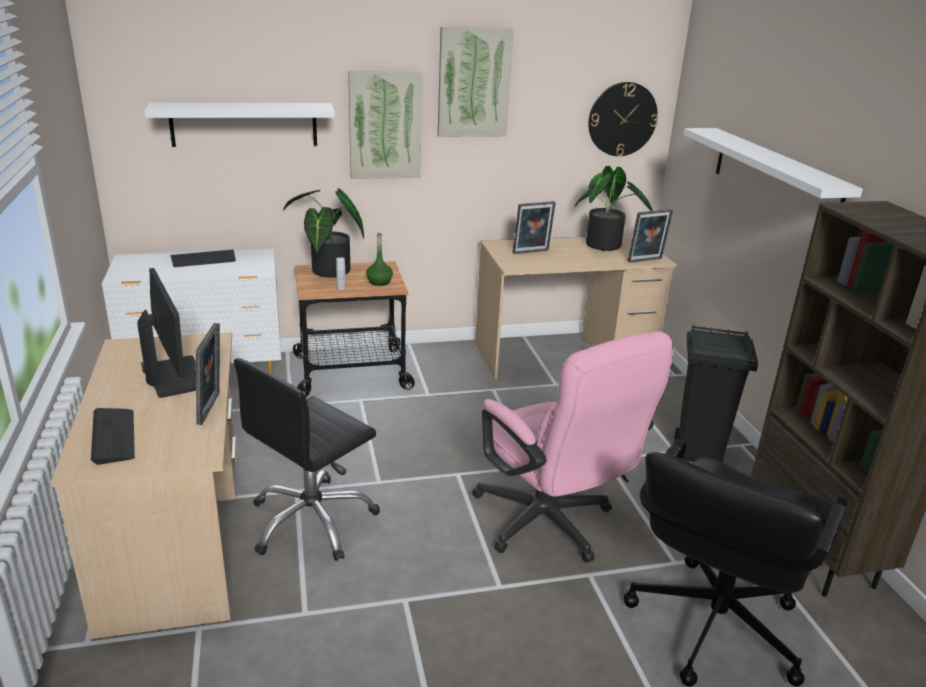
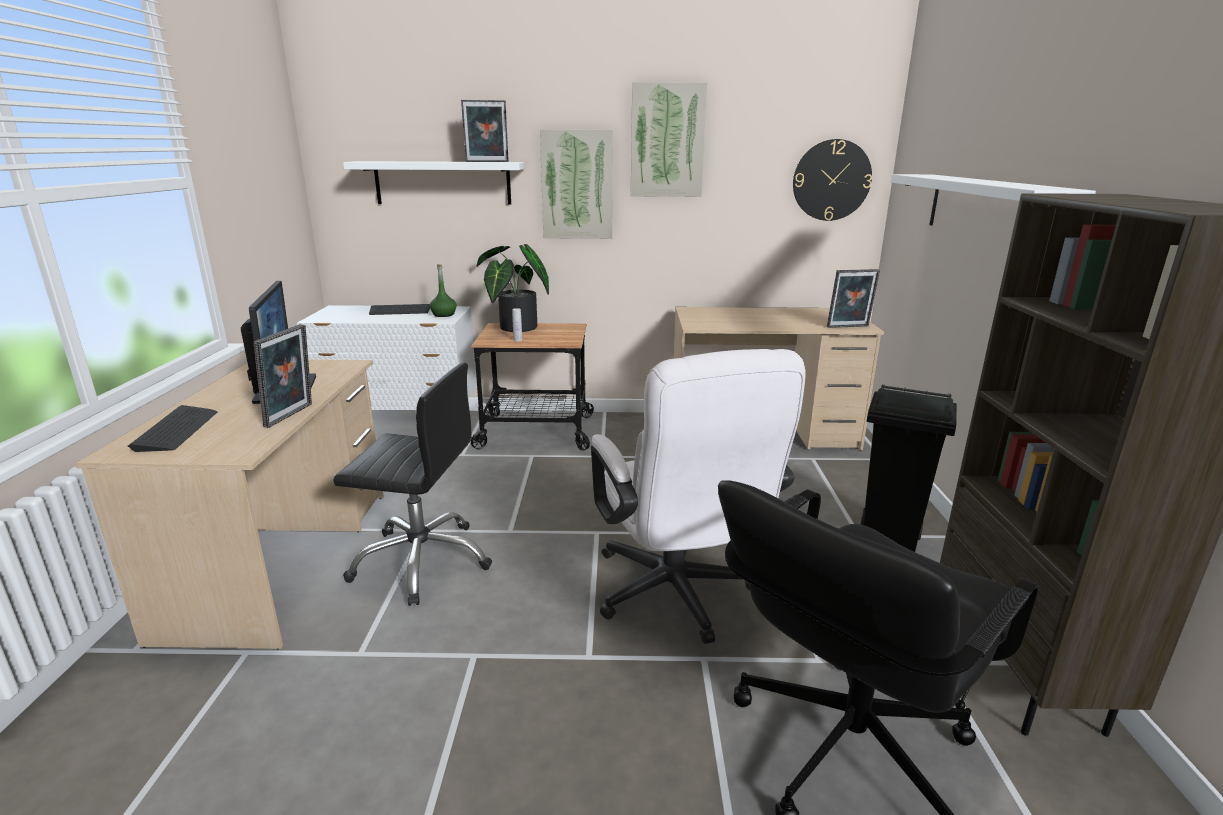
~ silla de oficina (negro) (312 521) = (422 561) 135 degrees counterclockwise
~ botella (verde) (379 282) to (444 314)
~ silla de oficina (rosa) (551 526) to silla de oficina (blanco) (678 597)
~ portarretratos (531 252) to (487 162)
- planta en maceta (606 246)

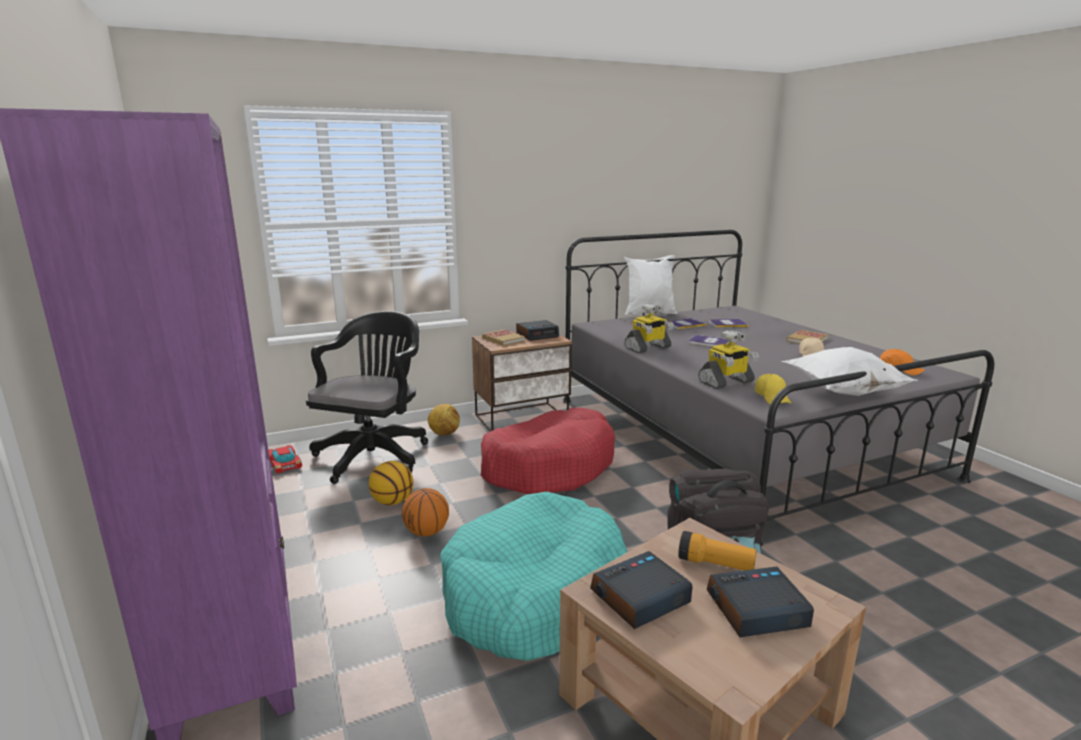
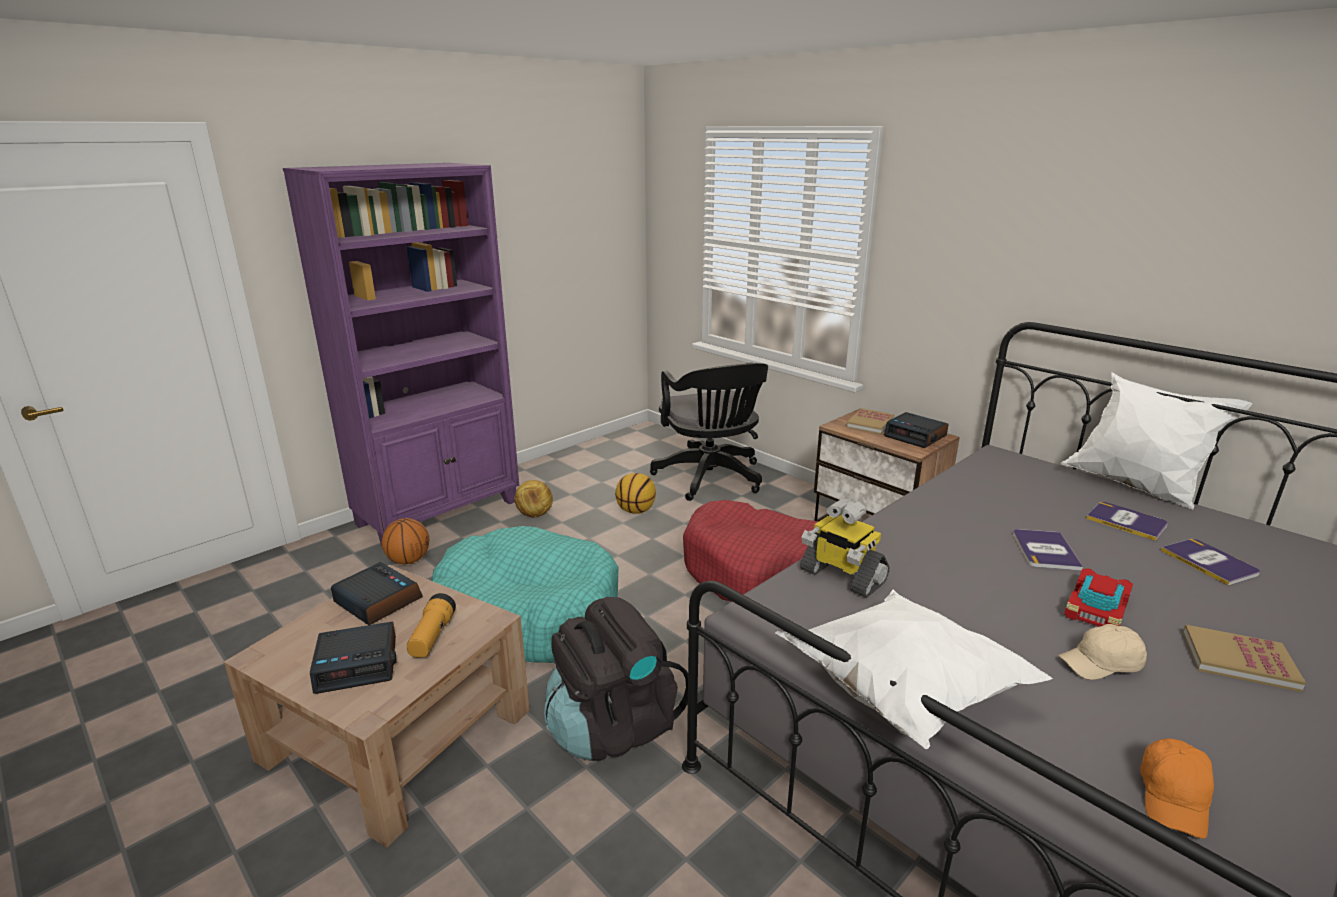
~ coche de juguete (285 463) to (1098 607)
~ silla de oficina (negro) (375 454) = (711 479) 75 degrees clockwise
~ balón de baloncesto (426 532) to (409 560)
~ balón de fútbol (444 434) to (534 515)
- robot de juguete (648 348)
~ despertador (756 610) = (358 664) 105 degrees clockwise
- gorra (amarillo) (772 398)

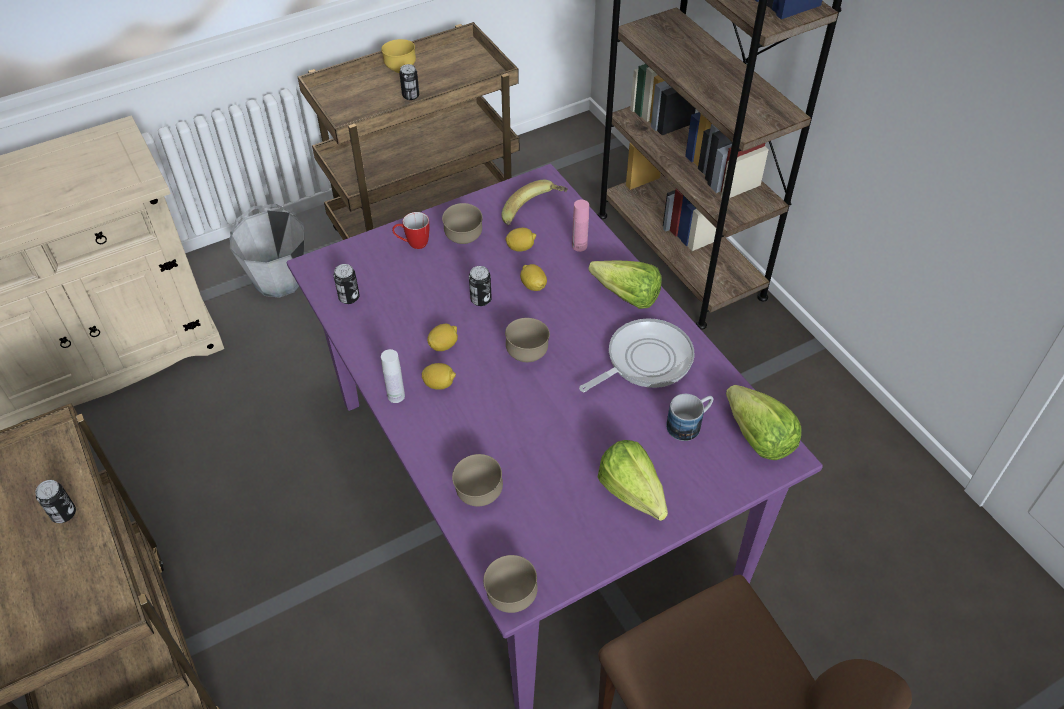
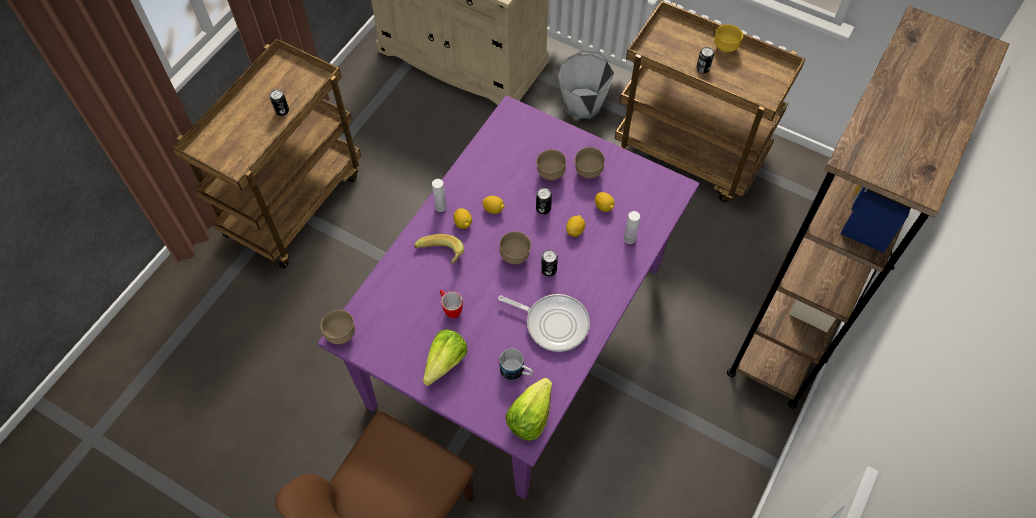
~ lata (349 297) to (548 270)
~ taza grande (413 244) to (450 309)
~ cuenco (marrón) (478 495) to (550 174)
~ plátano (534 214) to (440 258)
~ botella (rosa) (579 246) to botella (blanco) (629 238)
- lechuga (622 293)

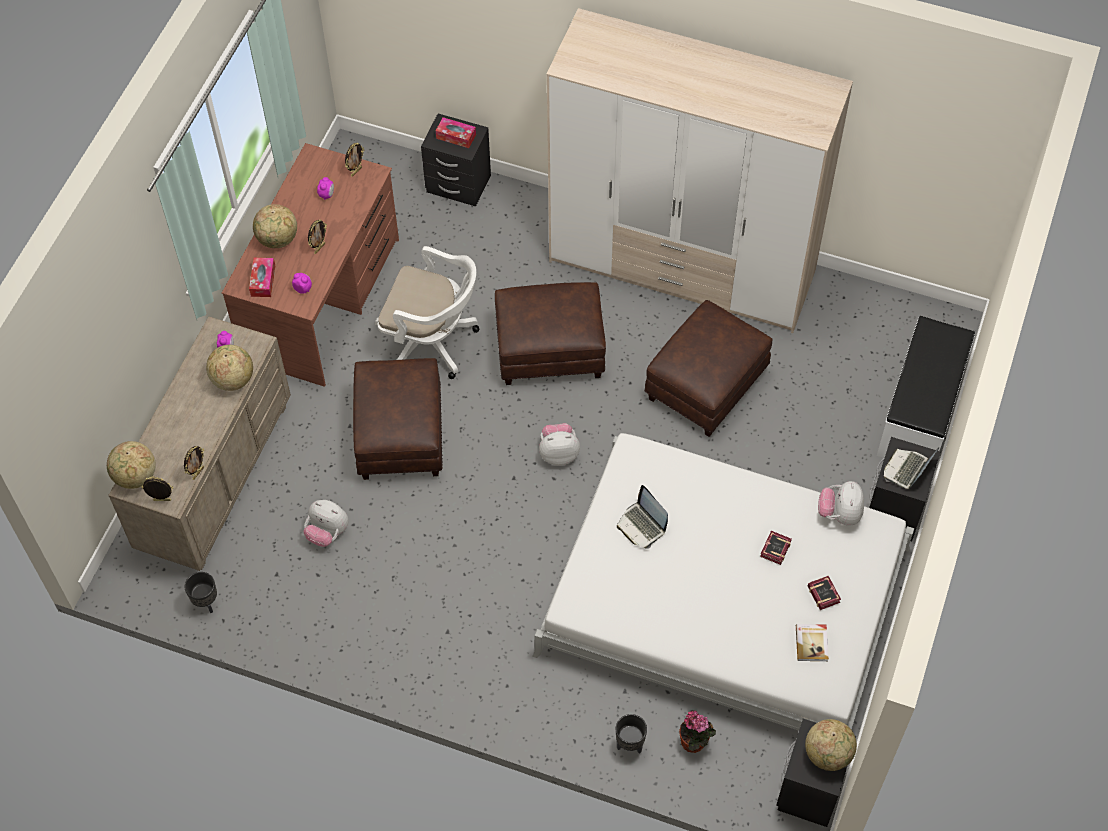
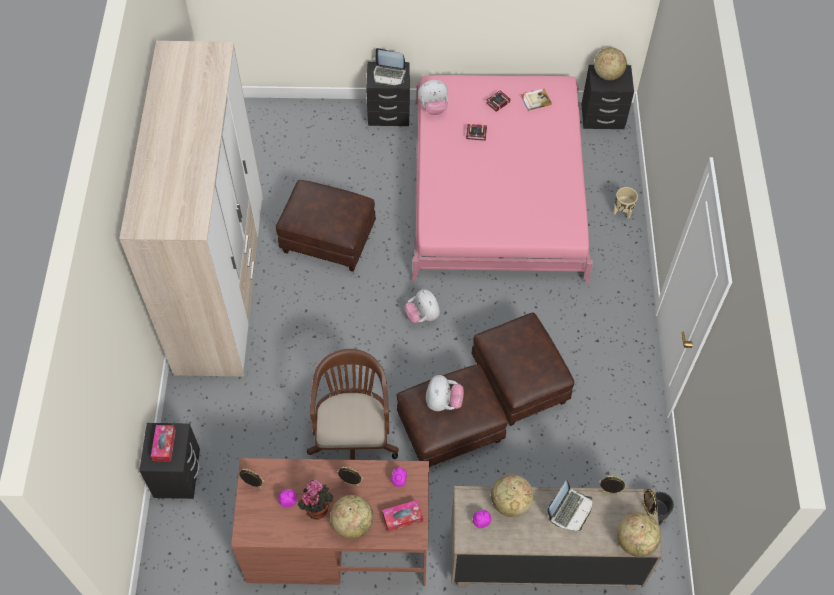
~ peluche (327 532) to (443 402)
~ silla de oficina (blanco) (432 342) to silla de oficina (marrón) (353 437)
~ puf (marrón) (551 350) to (518 381)
~ cama (blanco) (723 601) to cama (rosa) (497 188)
~ maceta (negro) (630 744) to maceta (beis) (622 212)
~ portátil (642 525) to (569 510)
~ planta en maceta (695 742) to (317 507)
- banco (blanco) (921 412)

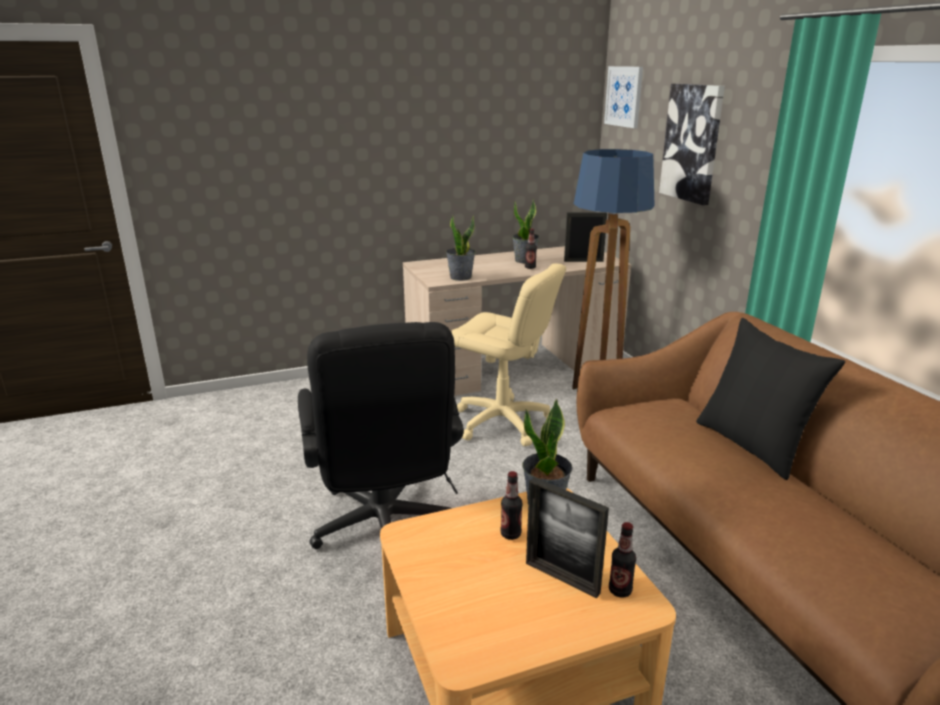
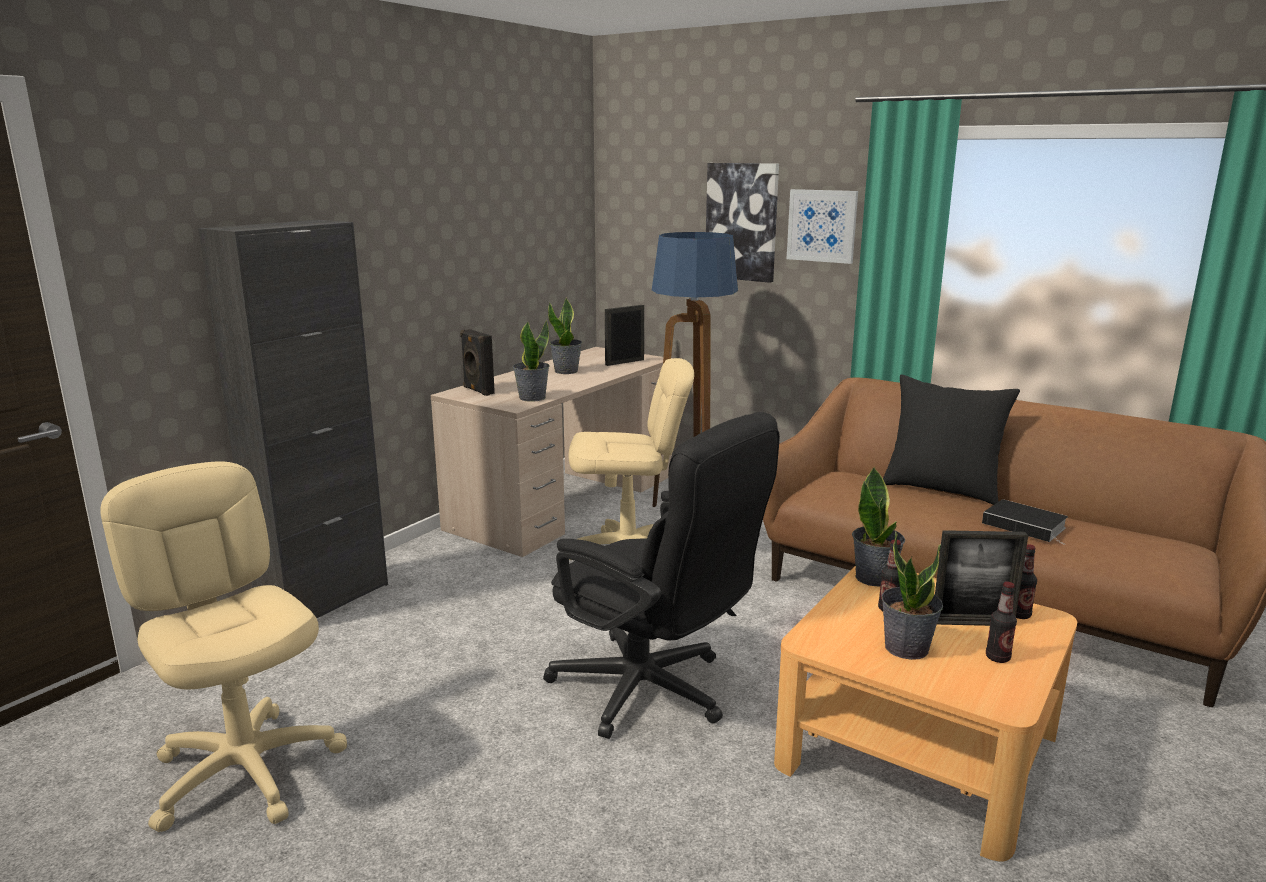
~ botella (530 267) to (997 658)
~ cuadro (624 96) to (822 225)
+ silla de oficina (beis) (246 771)
+ armario (negro) (324 600)
+ altavoz (negro) (477 391)
+ planta en maceta (906 647)
+ libro (1026 526)

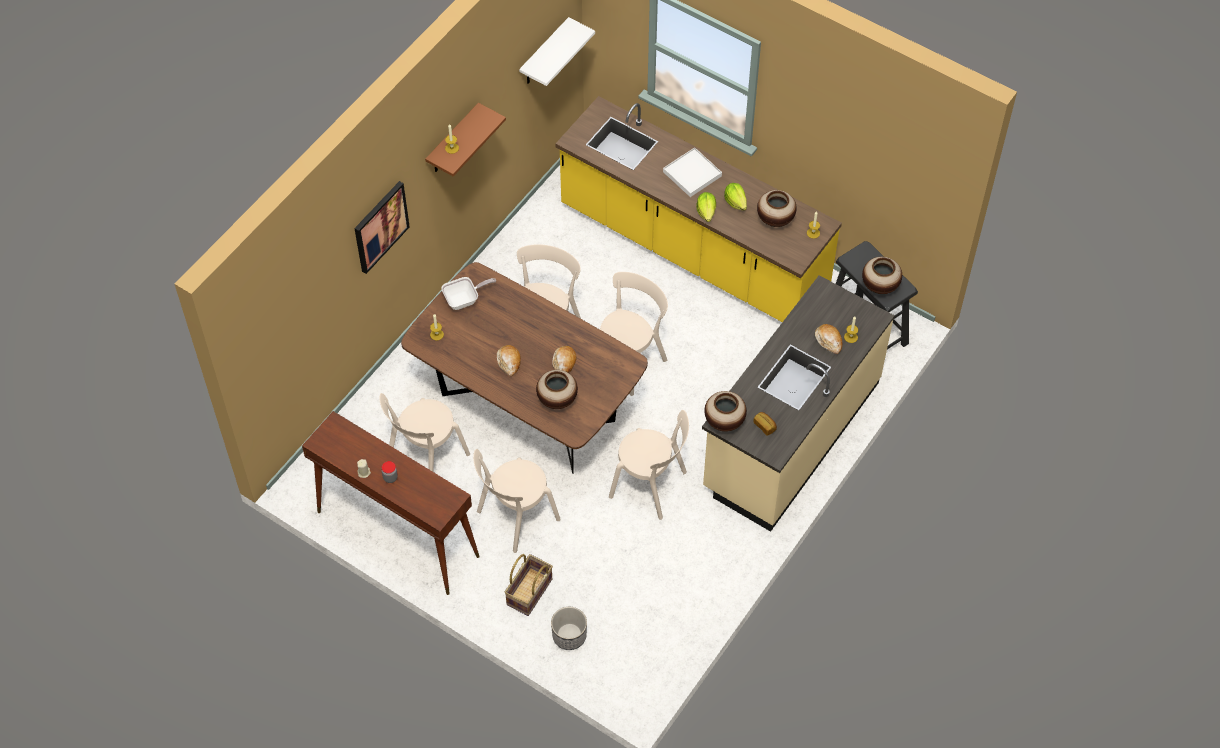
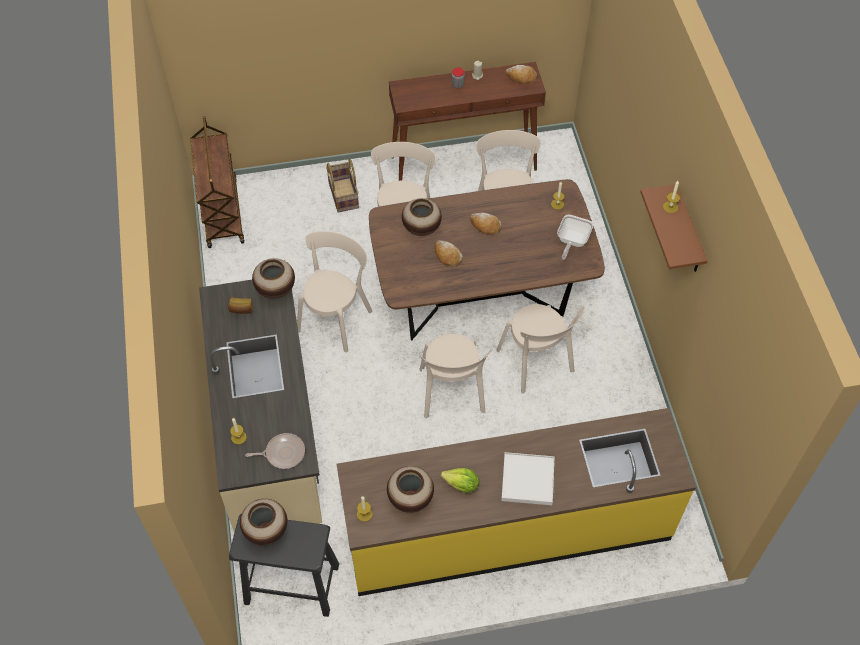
- cuadro (380 226)
- estante (blanco) (544 53)
- maceta (569 636)
~ silla (beis) (651 486) = (336 318) 135 degrees clockwise
- lechuga (706 212)
~ pan (829 341) to (521 77)
+ carrito (marrón) (221 212)
+ sartén (283 453)

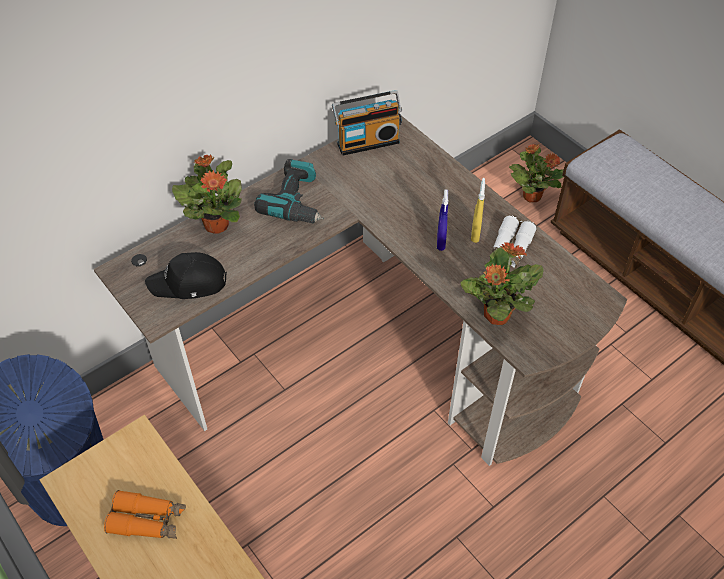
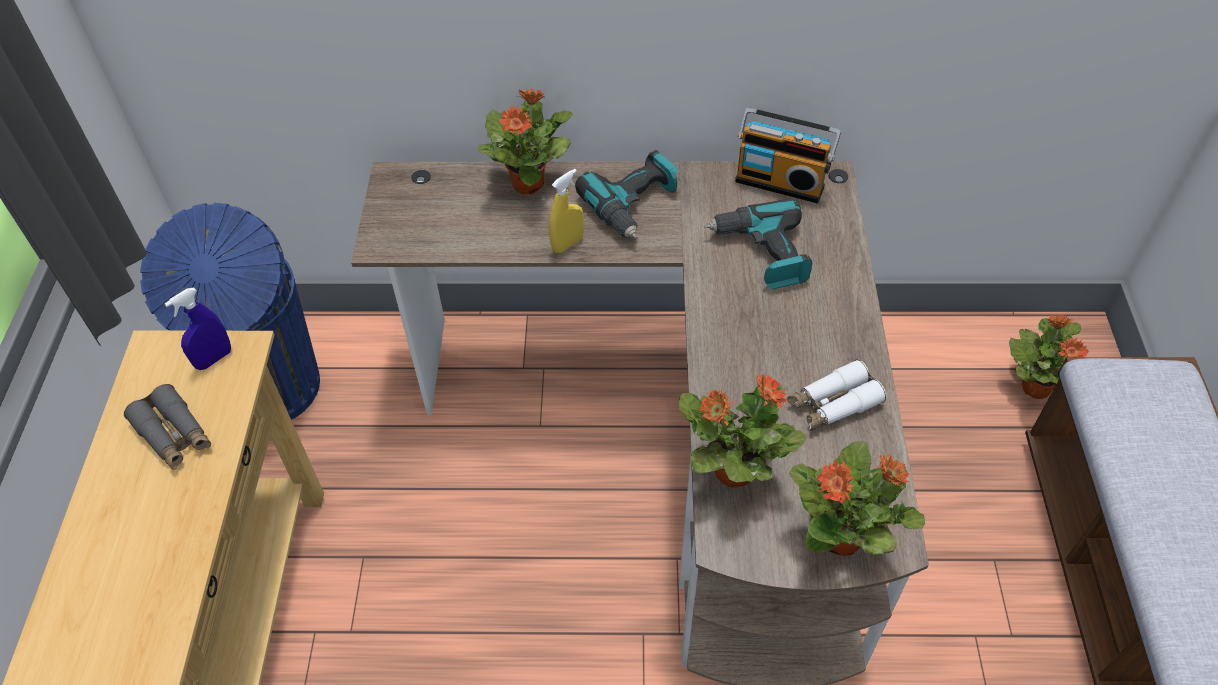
~ prismáticos (naranja) (148 520) to prismáticos (gris) (174 434)
- gorra (negro) (189 283)
~ pulverizador (azul) (441 242) to (214 359)
~ pulverizador (amarillo) (475 234) to (567 244)
+ taladro (762 253)
+ planta en maceta (842 538)

